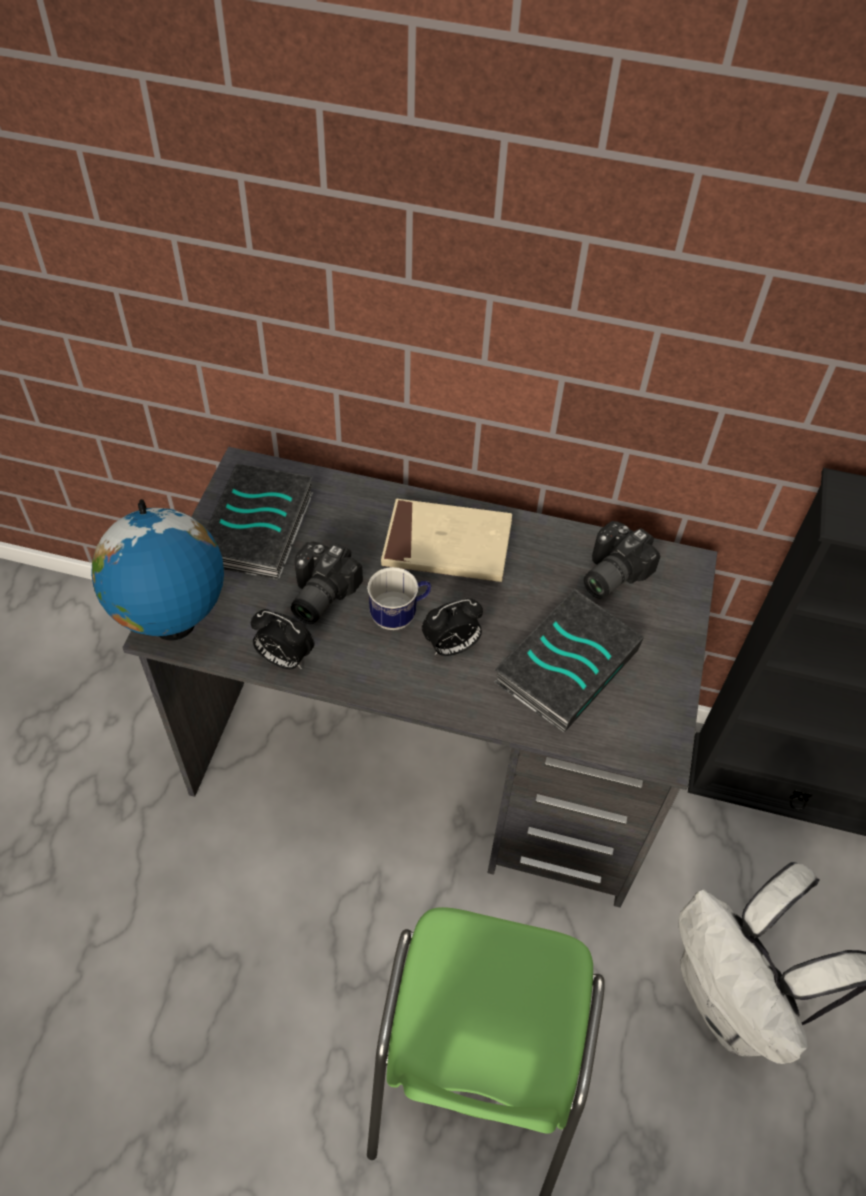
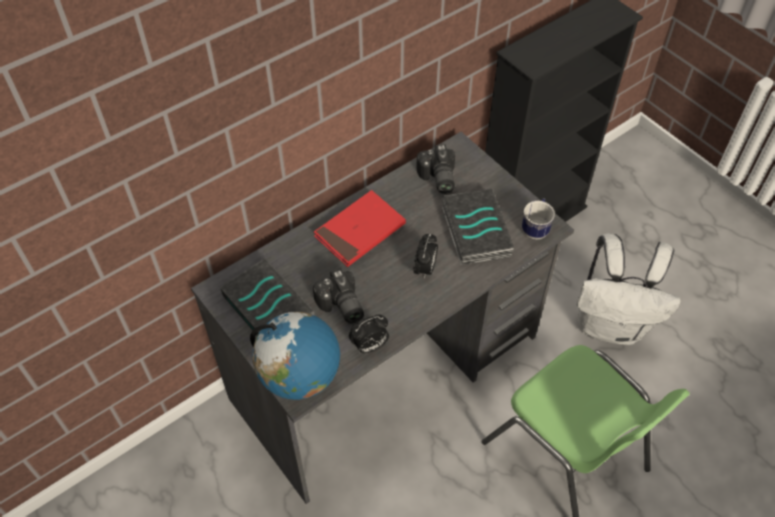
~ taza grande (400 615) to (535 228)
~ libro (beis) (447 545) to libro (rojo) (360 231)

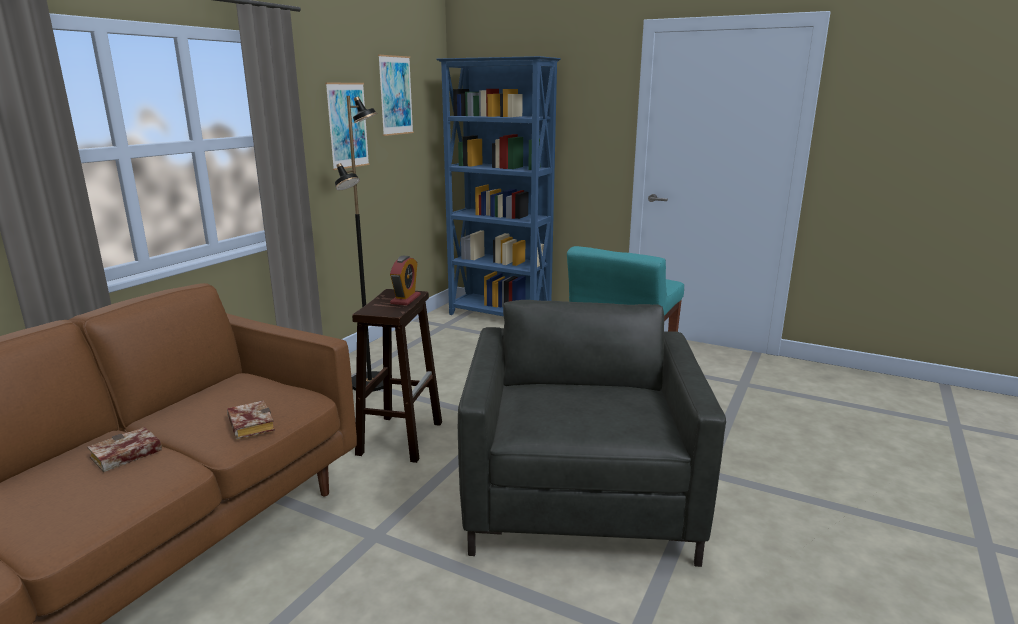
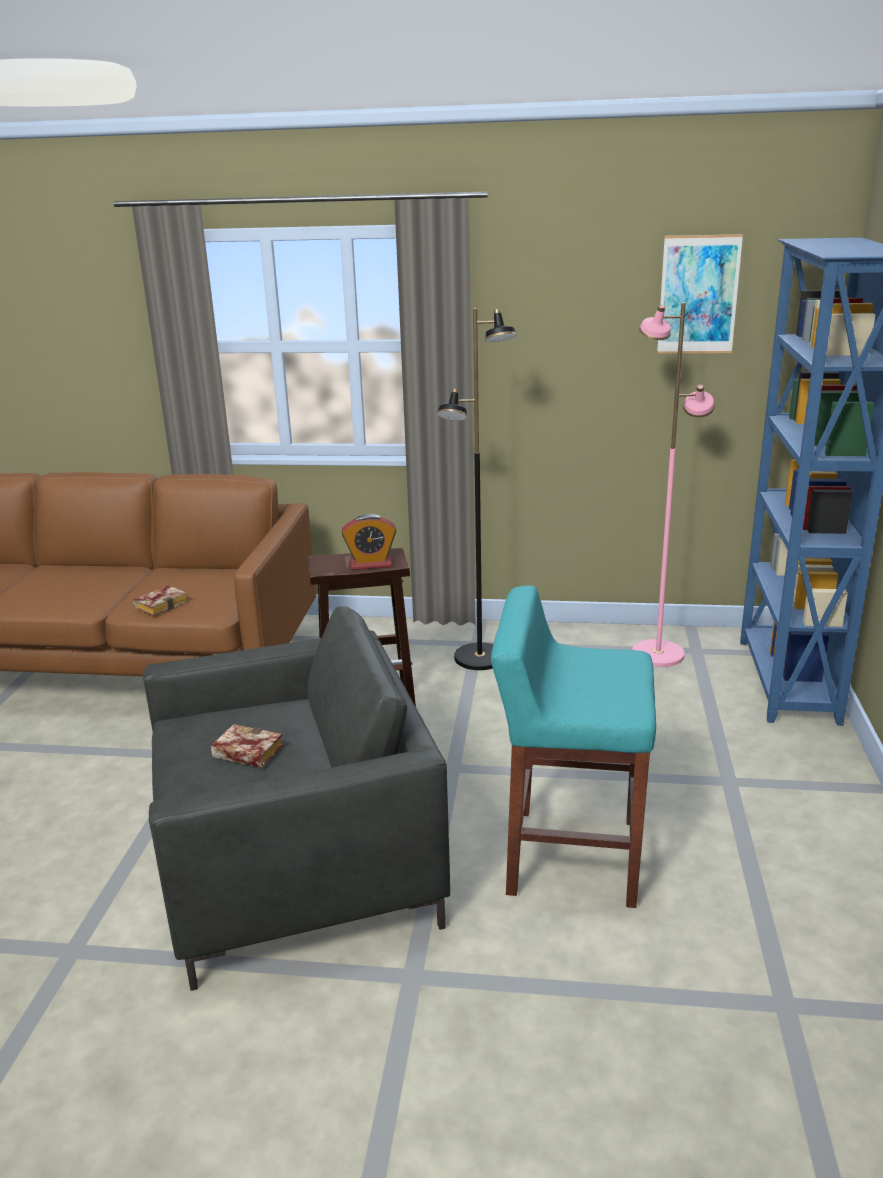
~ libro (124 456) to (244 752)
- cuadro (347 125)
+ lámpara de pie (rosa) (657 654)

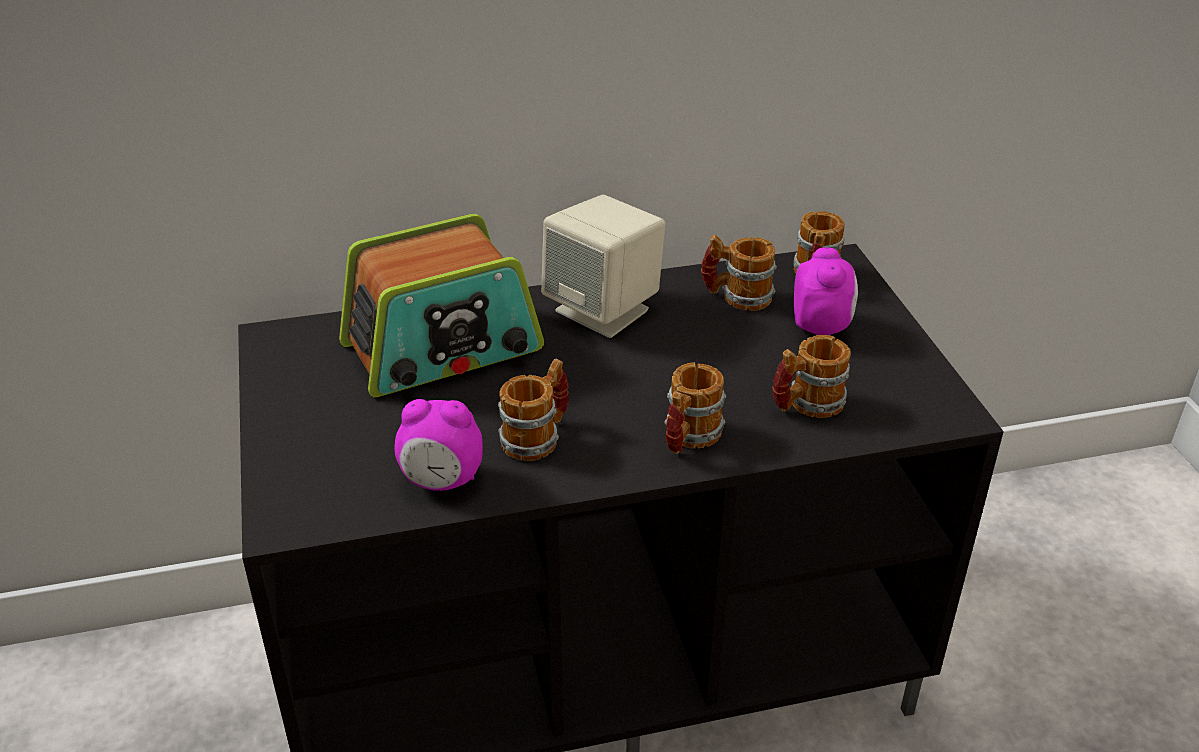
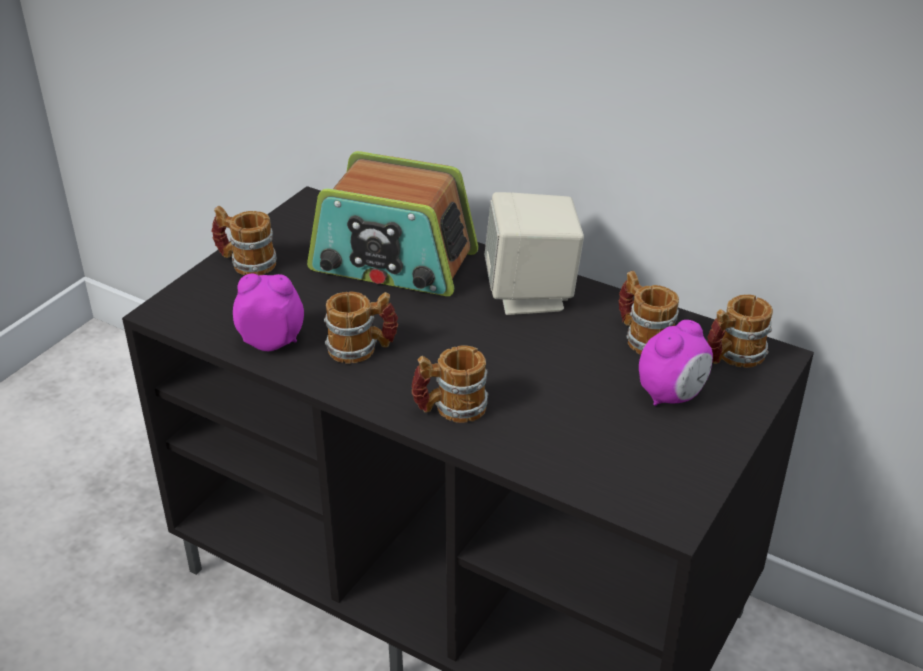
~ despertador (442 481) = (272 340) 135 degrees clockwise
~ taza grande (806 405) to (246 263)

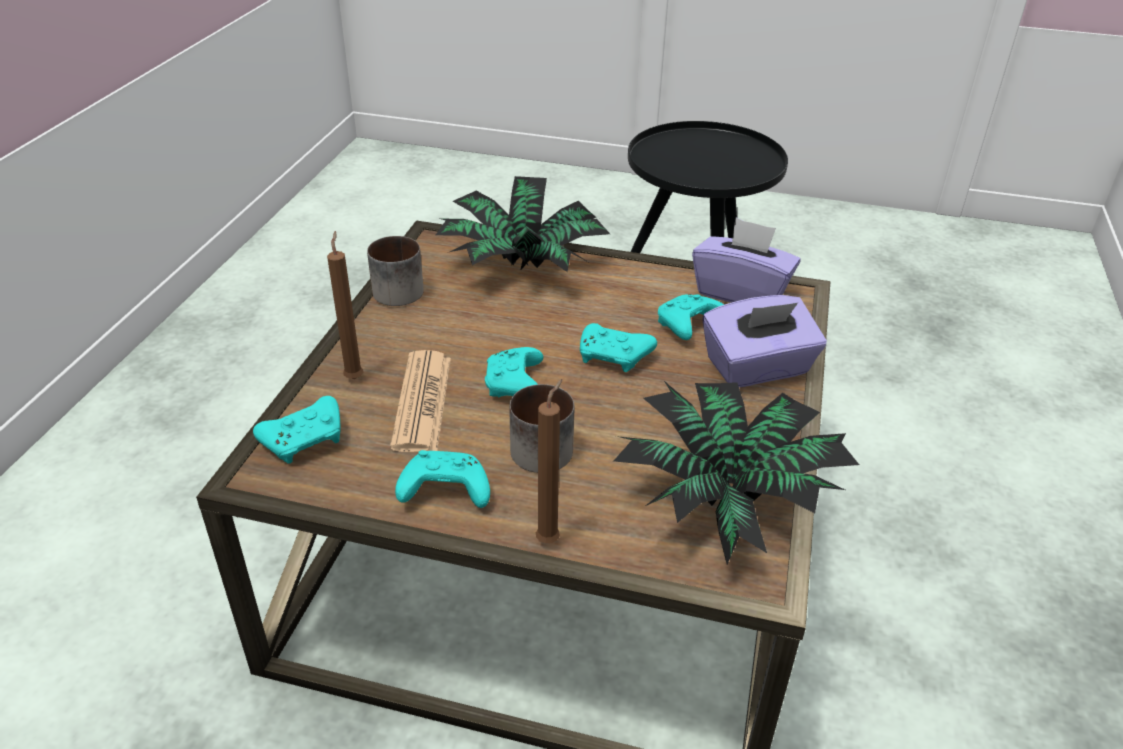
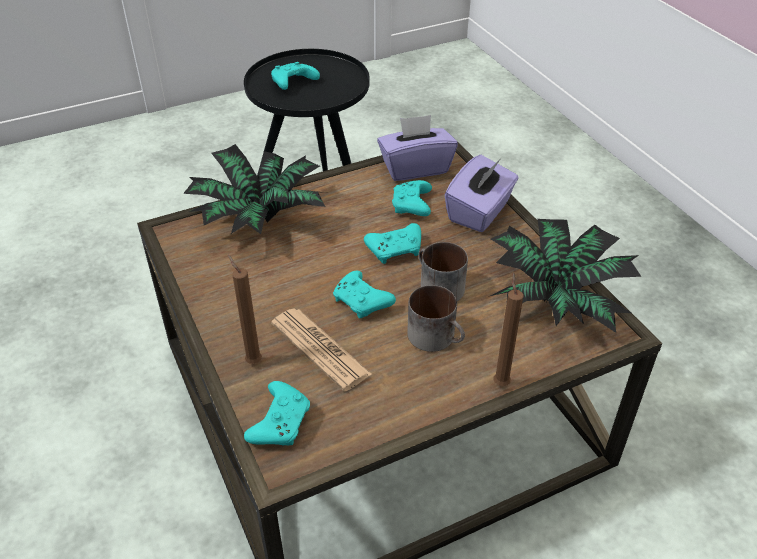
~ taza grande (397 288) to (436 286)
~ mando de consola (turquesa) (443 491) to (293 83)

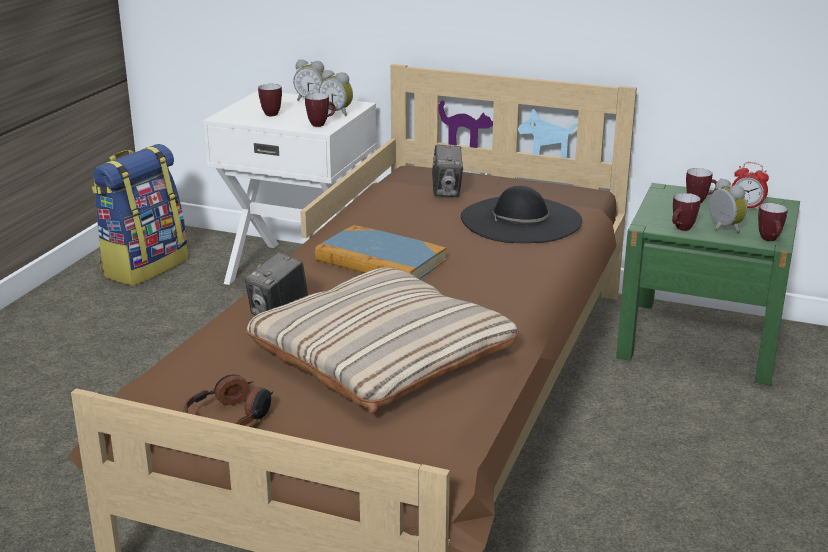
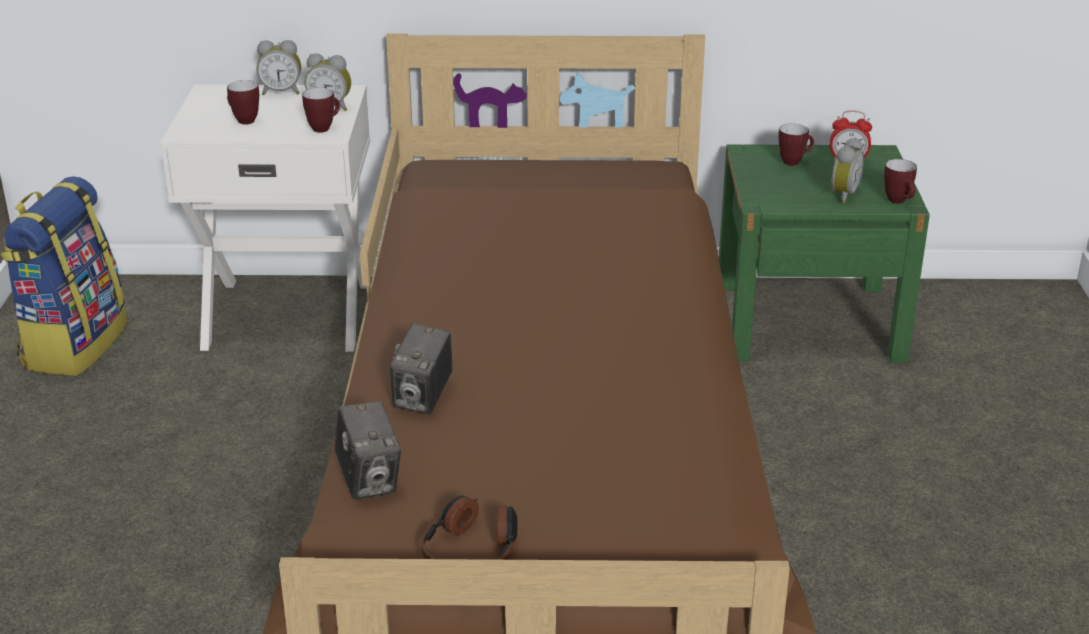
- cojín (beis) (382 351)
- libro (380 260)
~ cámara (447 191) to (369 481)
- sombrero (negro) (521 220)
- taza grande (681 229)
~ despertador (723 229) = (842 195) 75 degrees clockwise

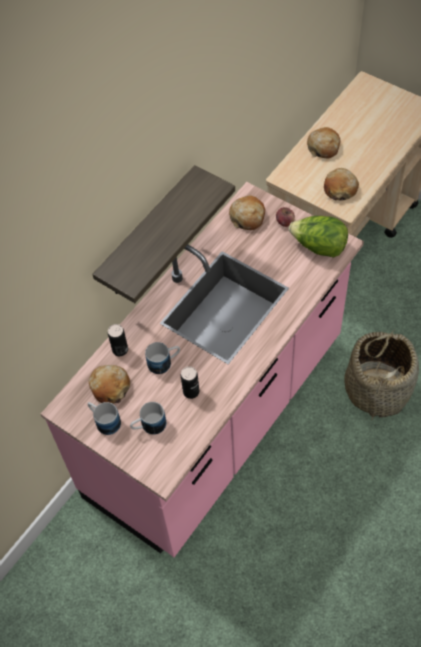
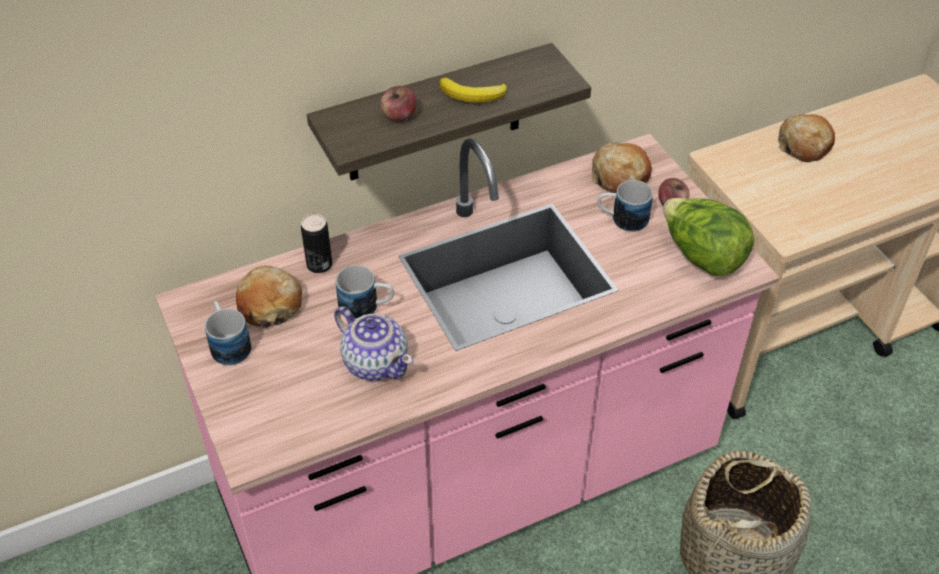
~ taza grande (148 426) to (622 219)
~ lata (191 391) to tetera (375 362)
- pan (340 188)
+ manzana (399 116)
+ plátano (473 95)

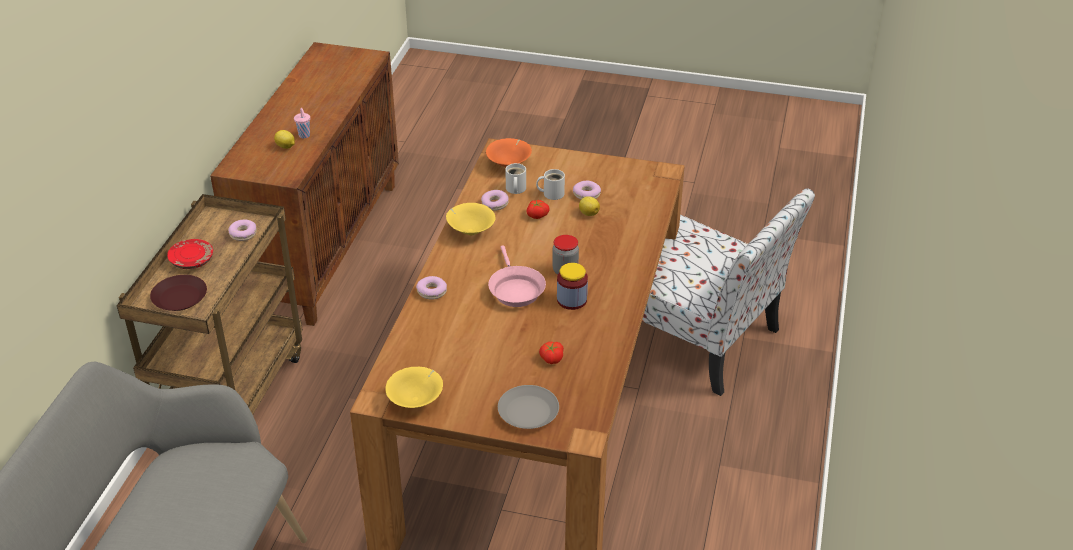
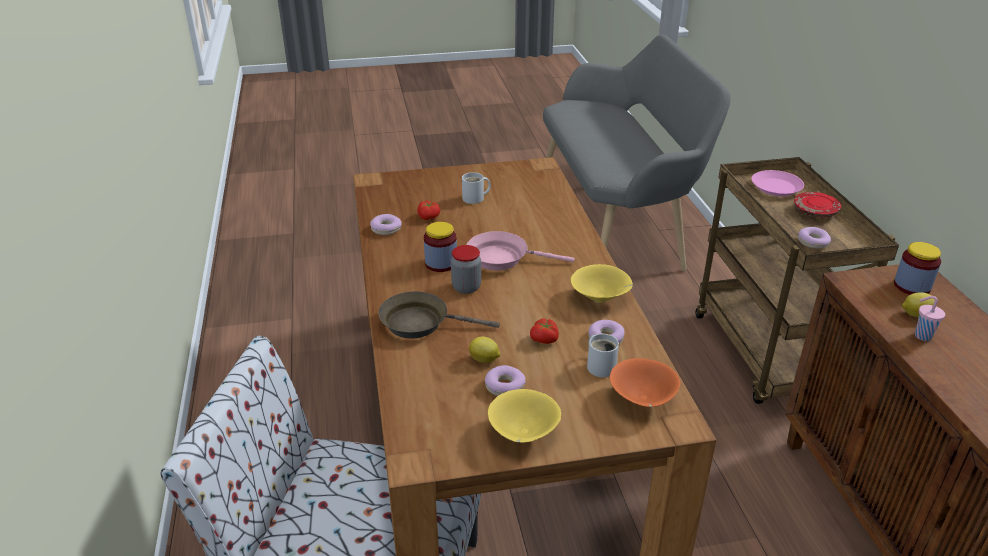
~ plato (marrón) (180 297) to plato (rosa) (775 187)
~ cuenco (amarillo) (416 401) to (523 434)
~ rosquilla (432 291) to (386 229)
~ sartén (rosa) (515 289) = (503 258) 45 degrees counterclockwise
- plato (gris) (528 412)
~ taza grande (blanco) (551 193) to (475 198)
+ sartén (marrón) (420 323)
+ tarro (912 286)

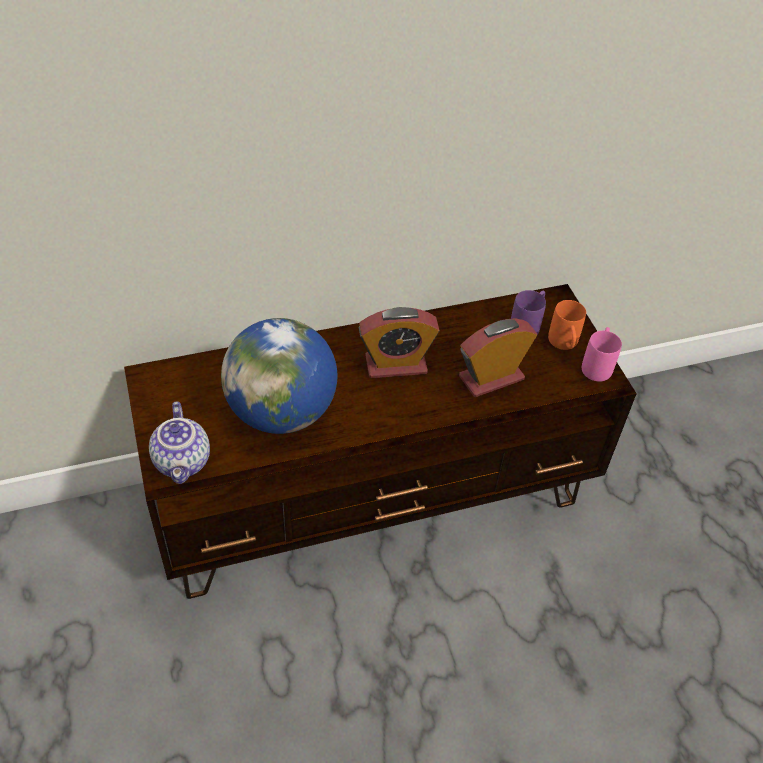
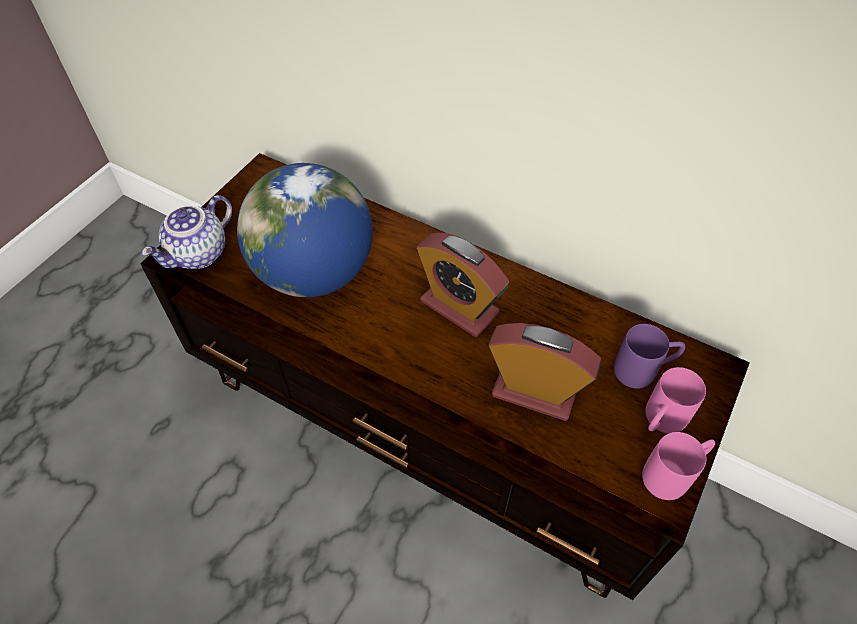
~ taza grande (naranja) (564 344) to taza grande (rosa) (660 421)

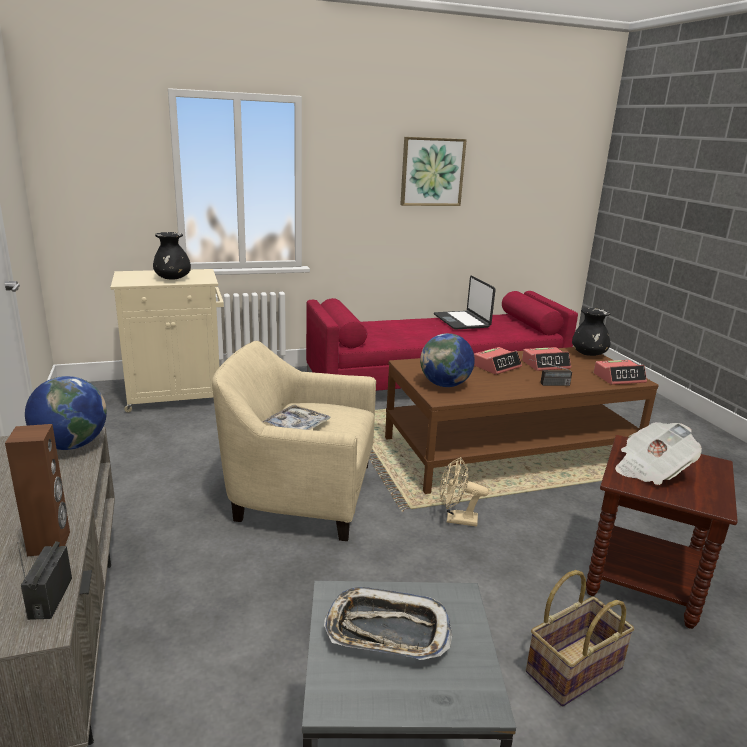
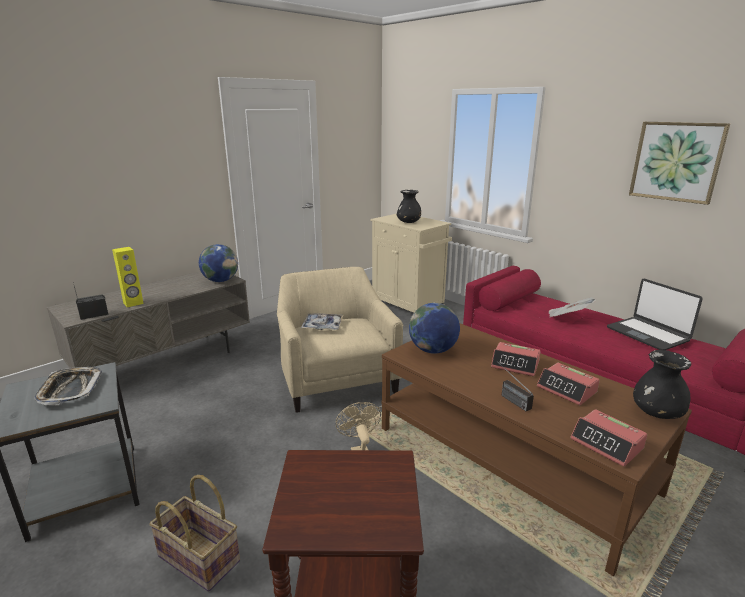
~ altavoz (marrón) (50 543) to altavoz (amarillo) (133 303)
~ portátil (462 321) = (648 334) 75 degrees counterclockwise
~ periódico (651 470) to (568 318)

